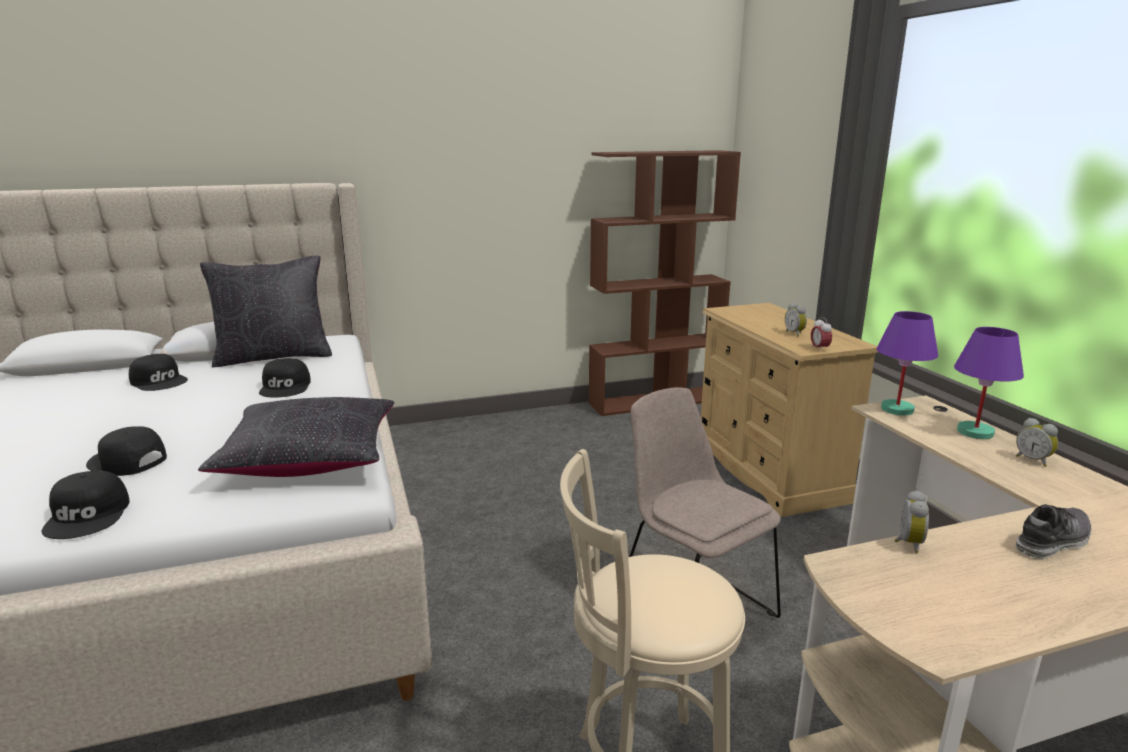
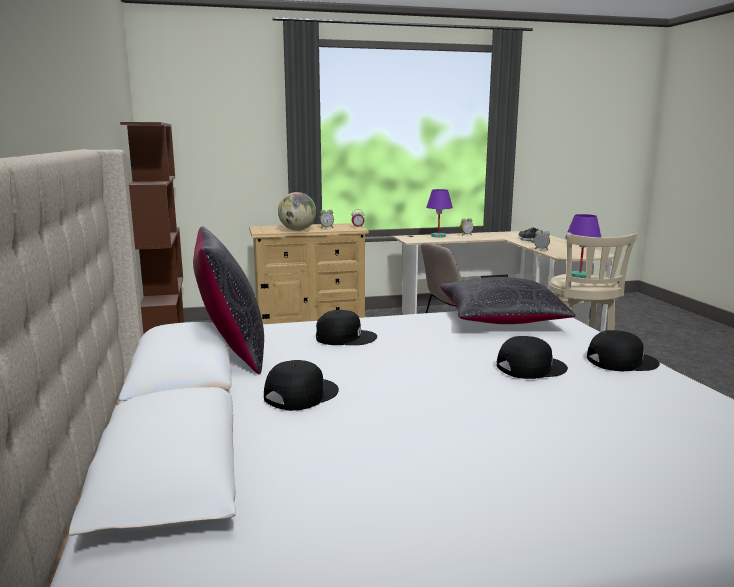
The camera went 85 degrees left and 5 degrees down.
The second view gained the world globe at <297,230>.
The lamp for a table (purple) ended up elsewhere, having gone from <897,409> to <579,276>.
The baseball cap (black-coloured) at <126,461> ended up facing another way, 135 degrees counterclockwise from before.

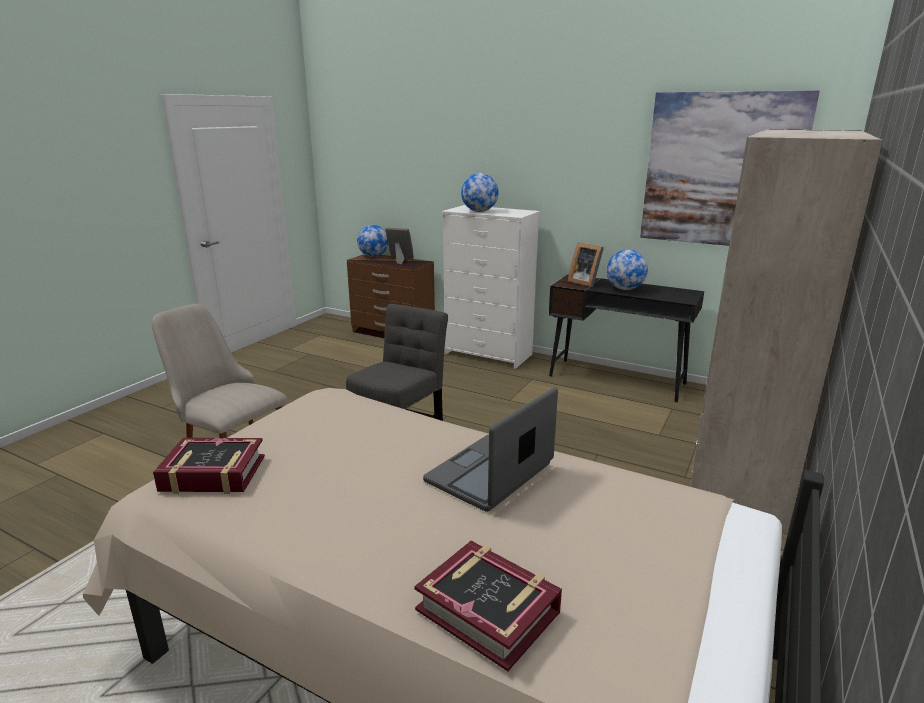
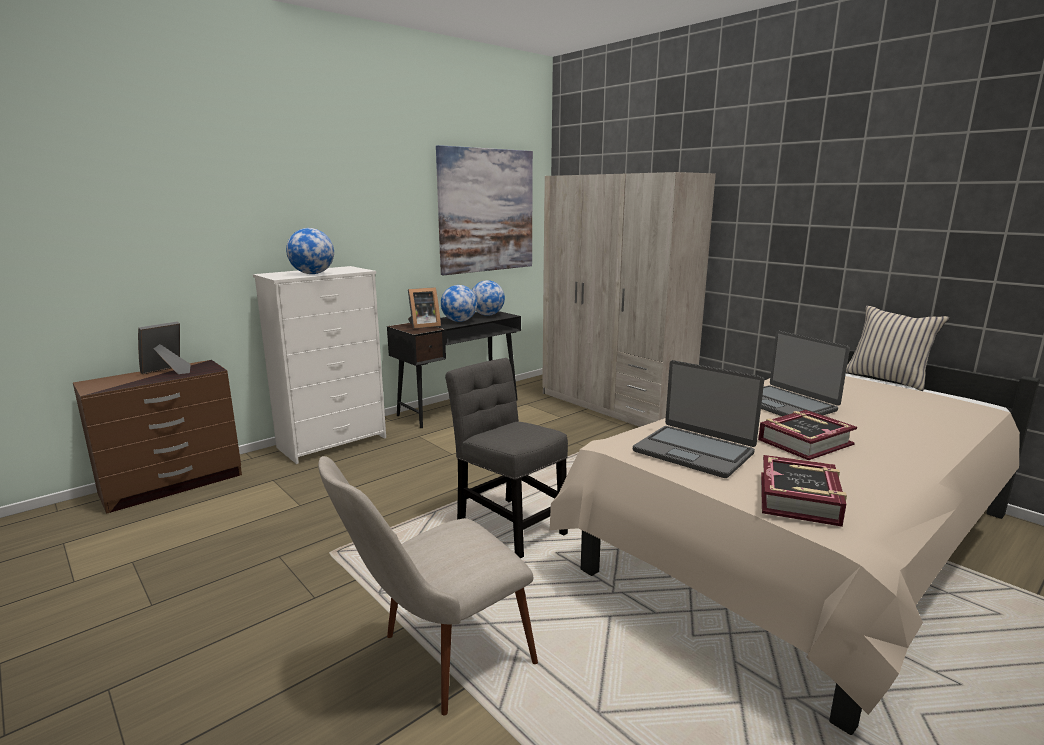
The camera went 70 degrees left and 5 degrees down.
The second view gained the portable computer at <694,452>.
The second view gained the pillow (sand-coloured) at <887,379>.
The world globe ended up elsewhere, having gone from <373,256> to <487,315>.
The volume ended up elsewhere, having gone from <488,610> to <804,442>.

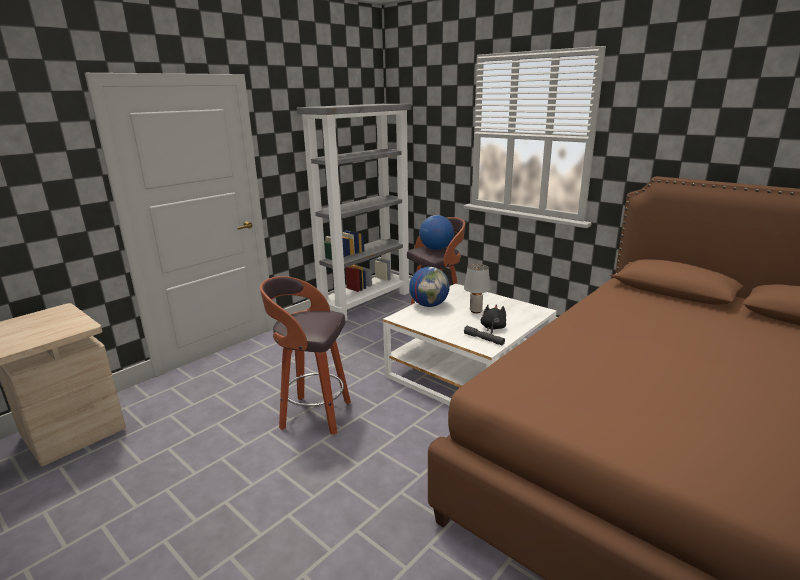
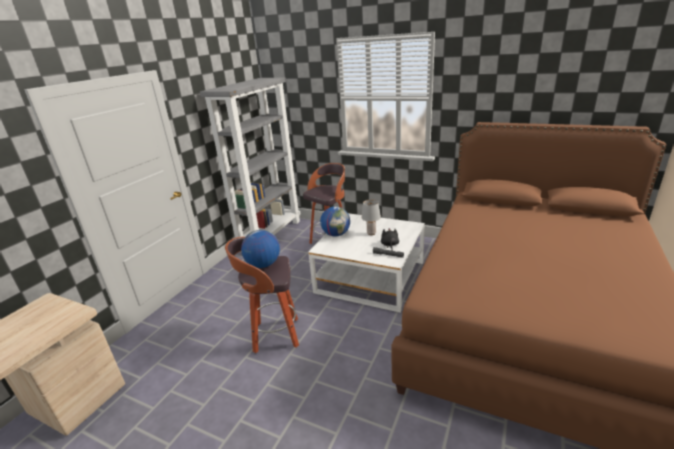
The camera went 15 degrees left and 5 degrees up.
The world globe ended up elsewhere, having gone from <436,249> to <263,264>.

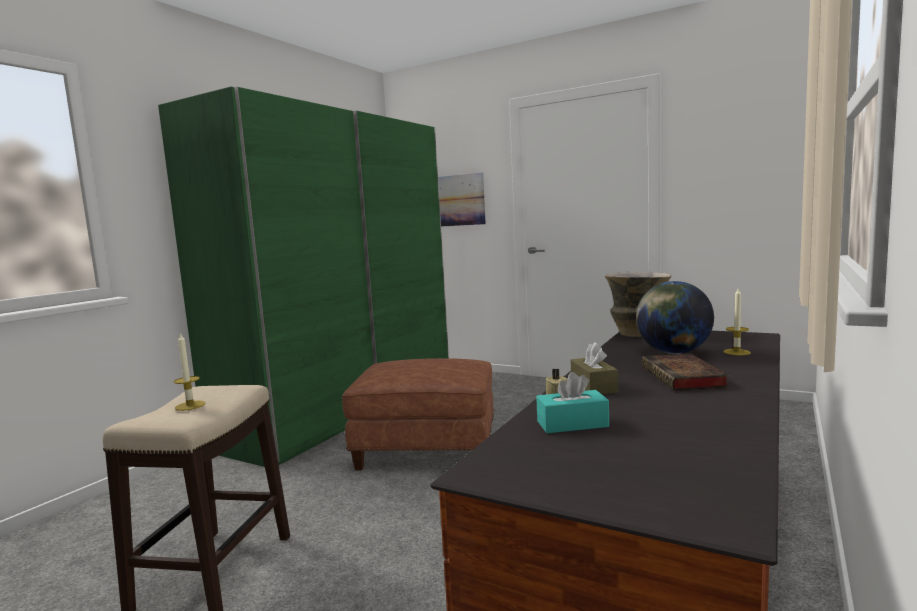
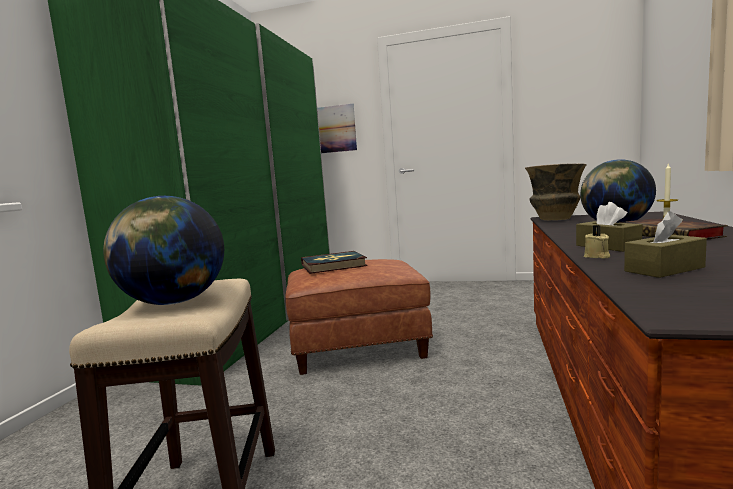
The camera went 15 degrees left and 0 degrees up.
The second view gained the volume at <333,265>.
Where the wax light stood at <190,405>, the world globe came to stand at <173,302>.
What was the tissue holder (turquoise) at <572,424> turned into the tissue holder (brown-coloured) at <664,269>.

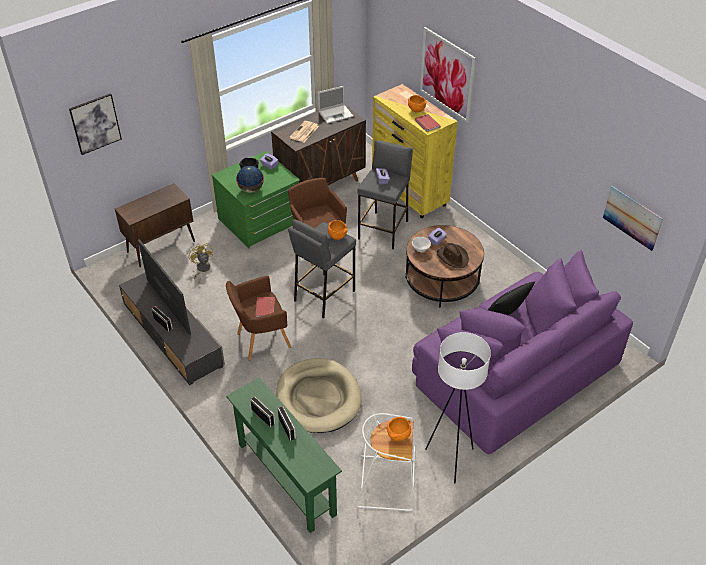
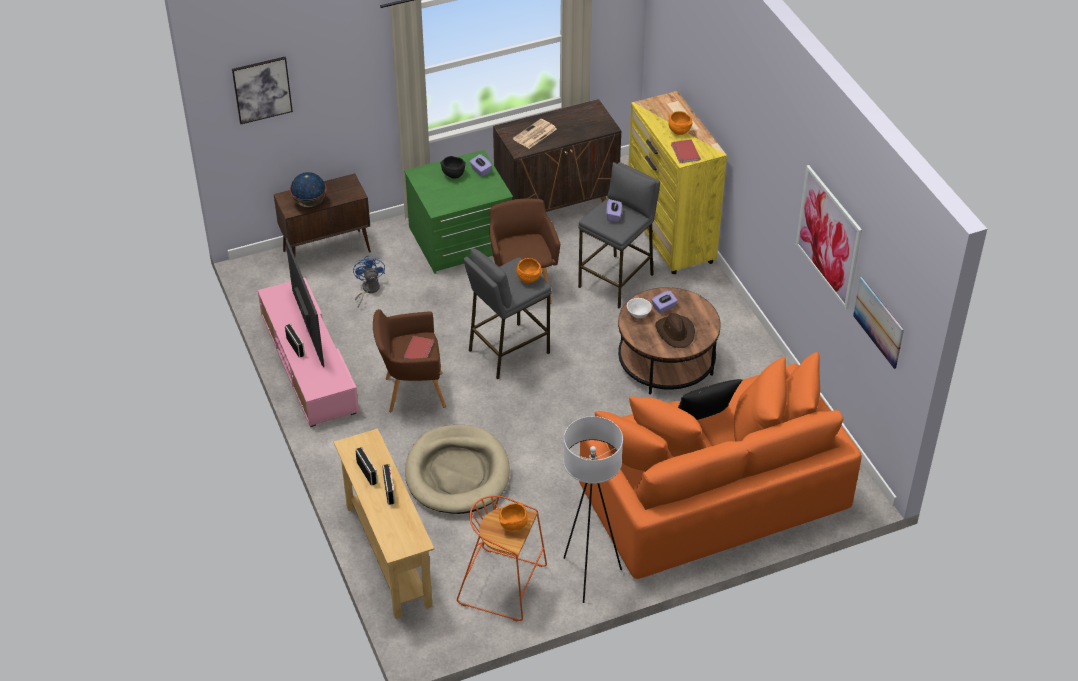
The camera went 15 degrees right and 0 degrees up.
The second view lost the portable computer at <336,114>.
The world globe ended up elsewhere, having gone from <251,189> to <309,202>.
The wall picture ended up elsewhere, having gone from <447,74> to <828,236>.
What was the tv unit (greyish) at <173,334> turned into the tv unit (pink) at <309,363>.
What was the electric fan (yellow) at <202,269> turned into the electric fan (blue-coloured) at <368,290>.
What was the hall table (green-coloured) at <286,479> turned into the hall table (sand-coloured) at <387,555>.
What was the stool seat (white-coloured) at <387,482> turned into the stool seat (orange-coloured) at <504,585>.
What was the couch (purple) at <513,372> turned into the couch (orange-coloured) at <710,492>.

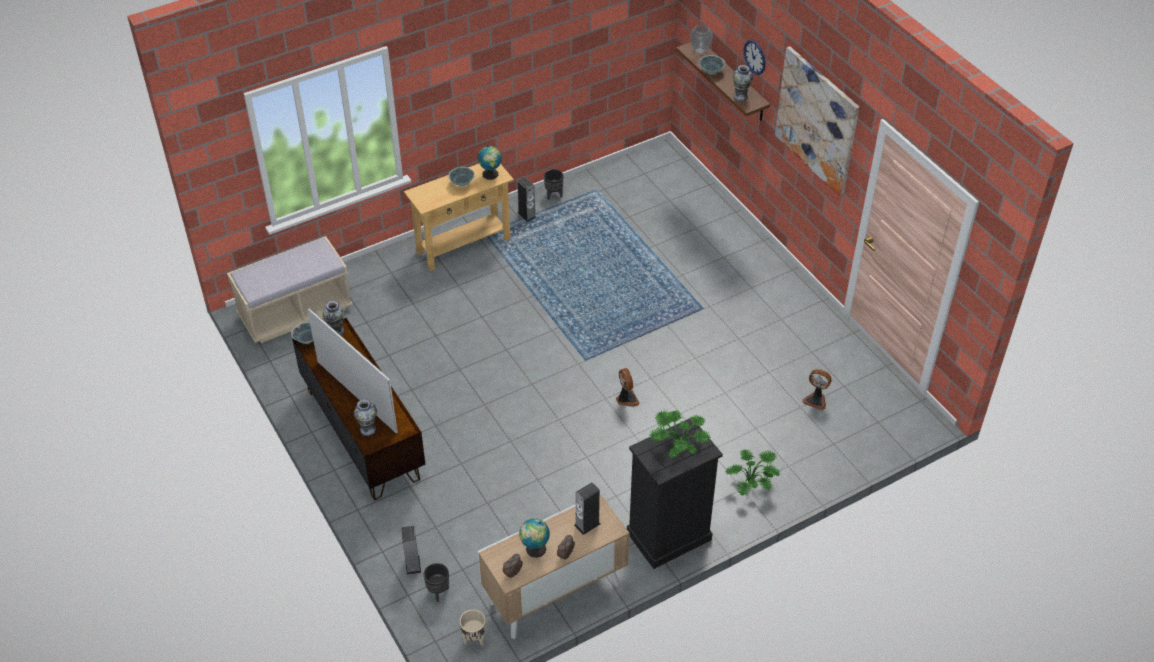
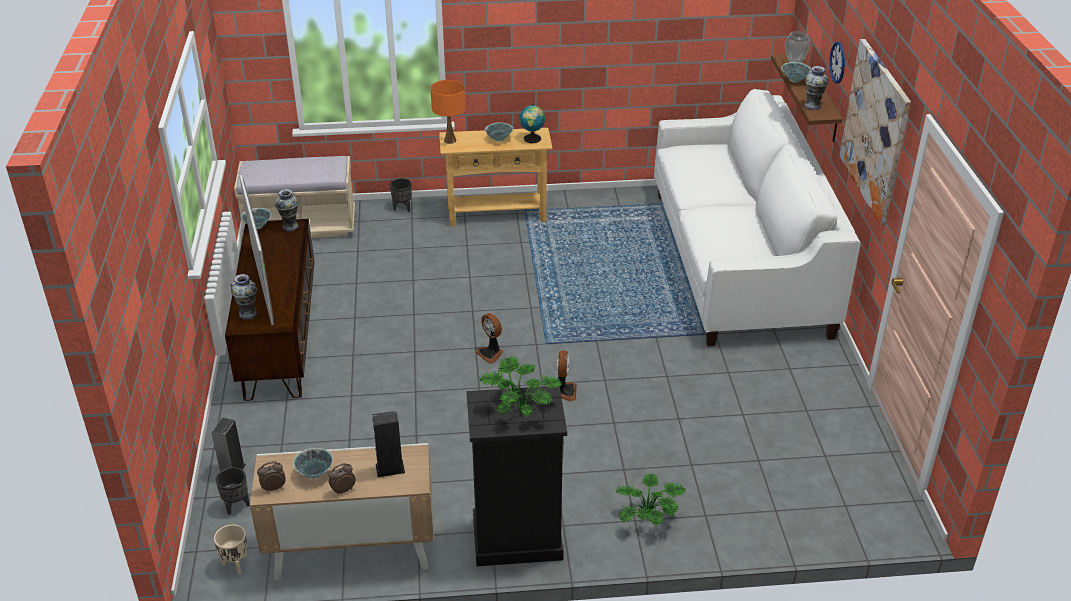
The camera went 25 degrees right and 10 degrees down.
The second view lost the loudspeaker at <526,215>.
The second view gained the lamp for a table (orange-coloured) at <450,140>.
The second view gained the couch (white-coloured) at <738,260>.
The flower pot (black-coloured) ended up elsewhere, having gone from <554,195> to <402,208>.
The electric fan ended up elsewhere, having gone from <816,400> to <491,353>.
Where the world globe stood at <534,550>, the deep dish came to stand at <315,473>.

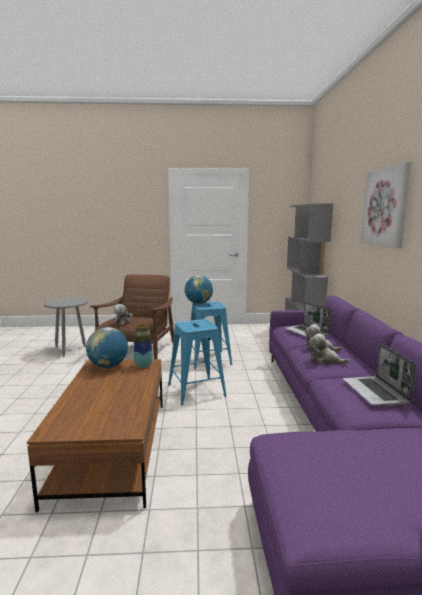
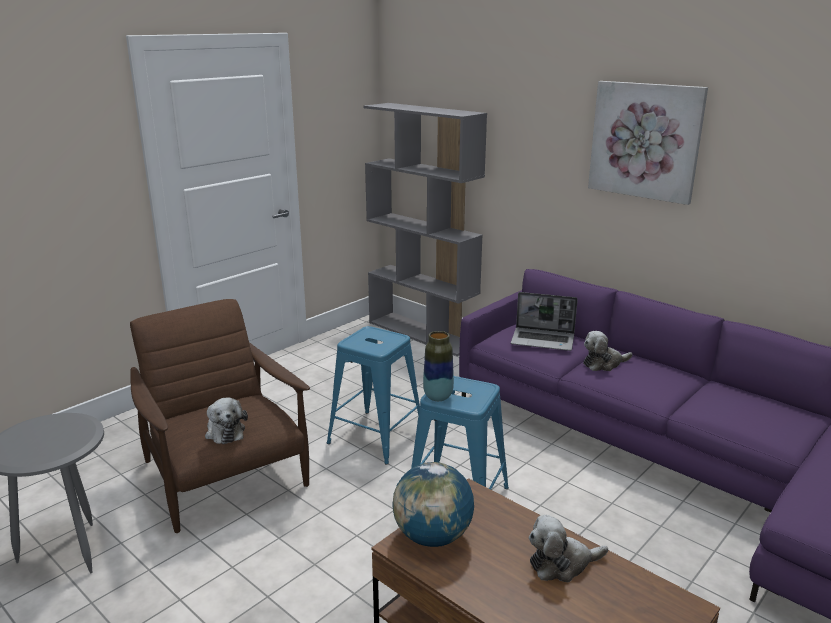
The camera went 45 degrees left and 10 degrees up.
The second view lost the world globe at <198,303>.
The second view lost the portable computer at <376,392>.
The vase ended up elsewhere, having gone from <143,365> to <438,397>.
The plush toy ended up elsewhere, having gone from <325,360> to <562,564>.

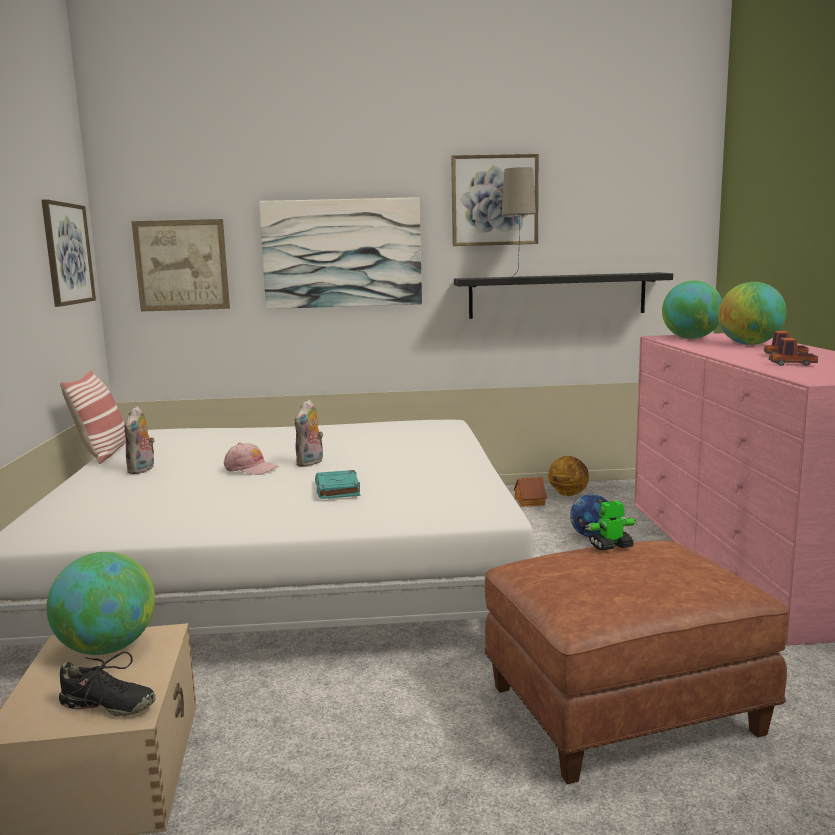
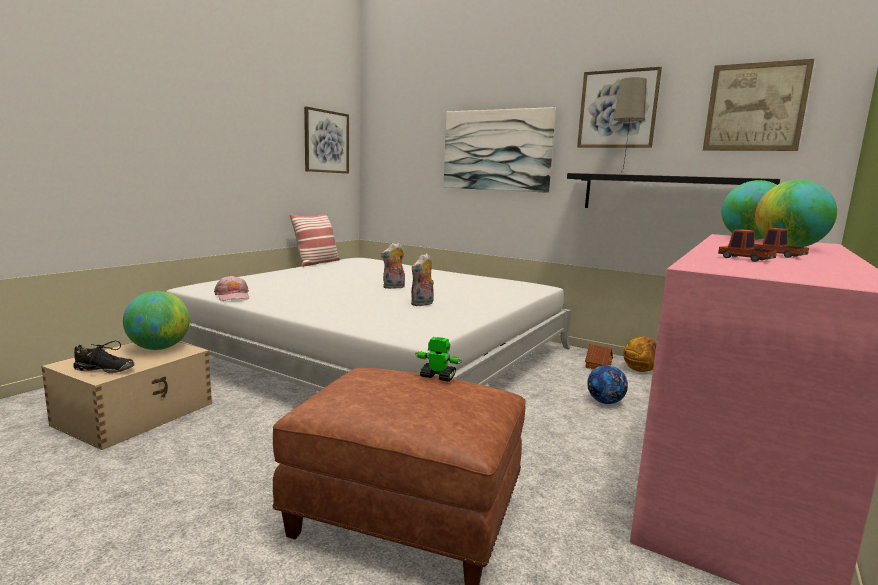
The camera went 35 degrees right and 0 degrees up.
The second view lost the volume (turquoise) at <338,489>.
The plush toy ended up elsewhere, having gone from <142,470> to <422,304>.
The wall picture ended up elsewhere, having gone from <182,265> to <755,107>.
The baseball cap (pink) ended up elsewhere, having gone from <250,468> to <233,296>.
The low shoe (black-coloured) at <107,706> ended up facing another way, 45 degrees counterclockwise from before.

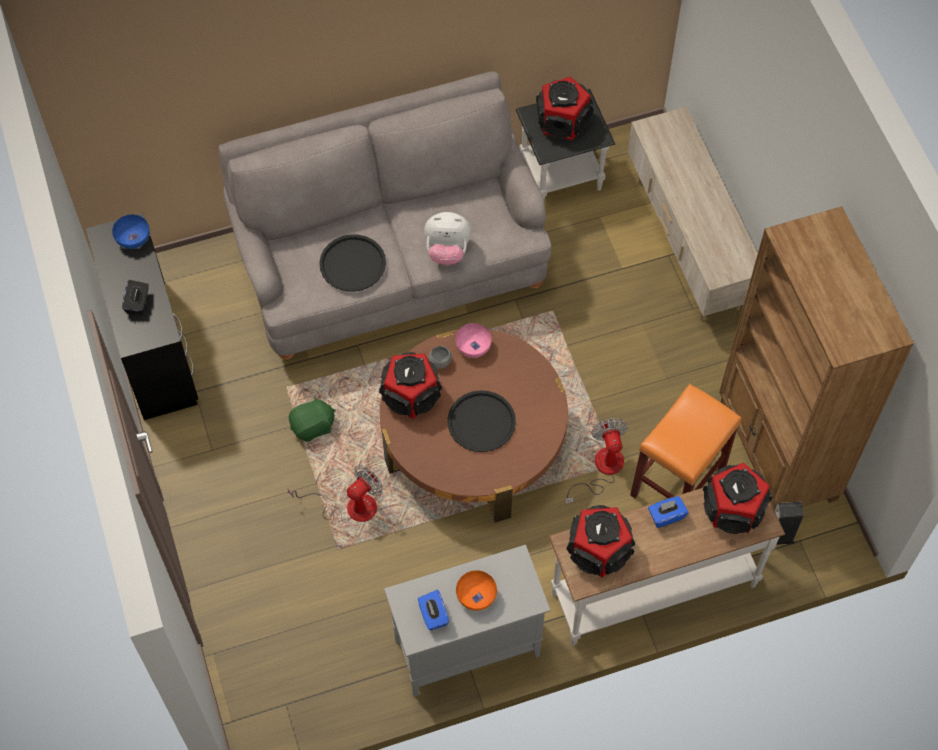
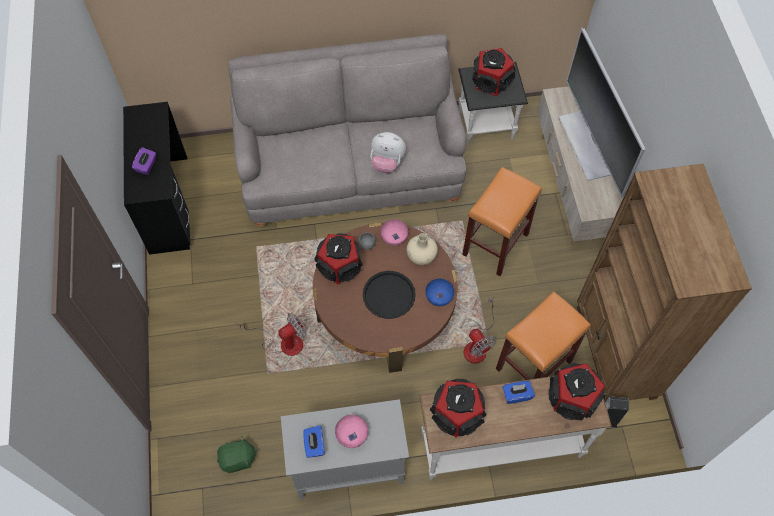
The camera went 10 degrees right and 0 degrees up.
The second view lost the serving tray (black-coloured) at <353,264>.
The second view gained the vase (sand-coloured) at <421,256>.
The second view gained the stool seat (orange-coloured) at <495,243>.
The second view gained the TV at <586,145>.
The deep dish (blue-coloured) ended up elsewhere, having gone from <133,238> to <438,297>.
The plush toy (green-coloured) ended up elsewhere, having gone from <313,426> to <238,459>.
What was the tissue holder (black-coloured) at <138,303> turned into the tissue holder (purple) at <146,166>.
What was the deep dish (orange-coloured) at <476,595> turned into the deep dish (pink) at <352,434>.
The electric fan at <601,469> ended up facing another way, 150 degrees clockwise from before.

